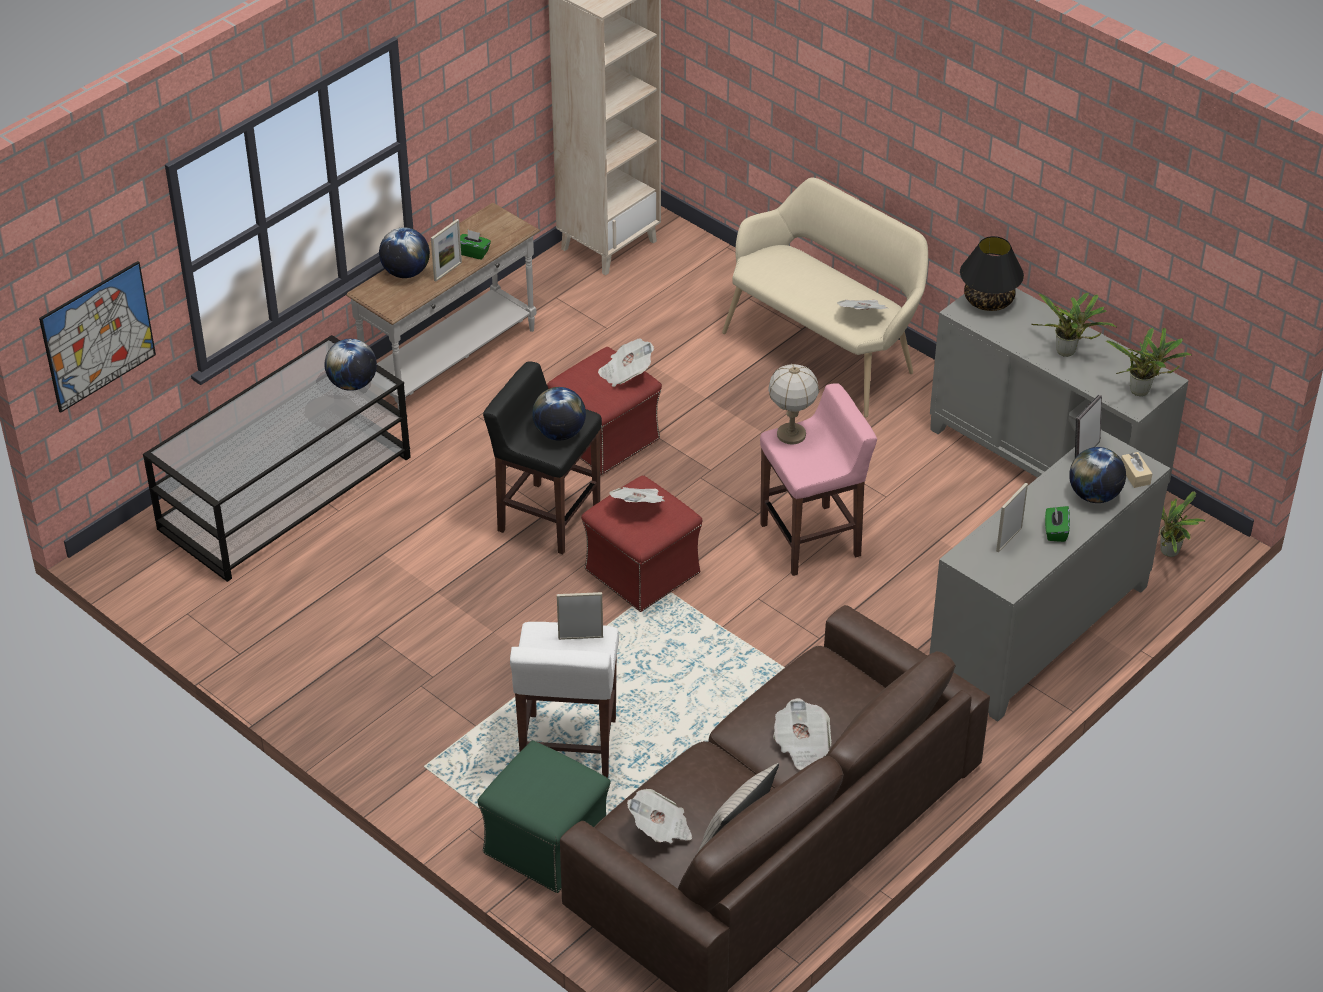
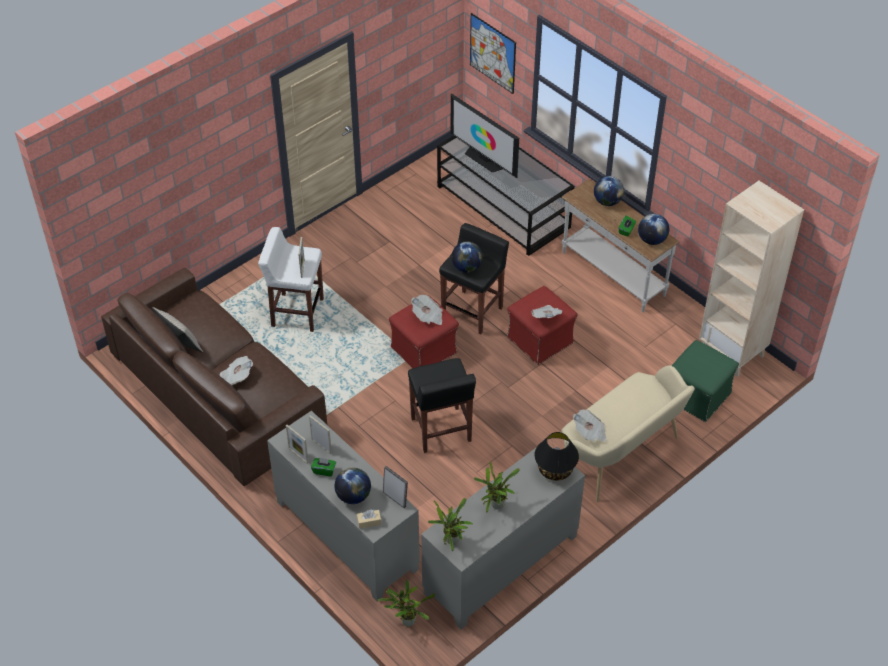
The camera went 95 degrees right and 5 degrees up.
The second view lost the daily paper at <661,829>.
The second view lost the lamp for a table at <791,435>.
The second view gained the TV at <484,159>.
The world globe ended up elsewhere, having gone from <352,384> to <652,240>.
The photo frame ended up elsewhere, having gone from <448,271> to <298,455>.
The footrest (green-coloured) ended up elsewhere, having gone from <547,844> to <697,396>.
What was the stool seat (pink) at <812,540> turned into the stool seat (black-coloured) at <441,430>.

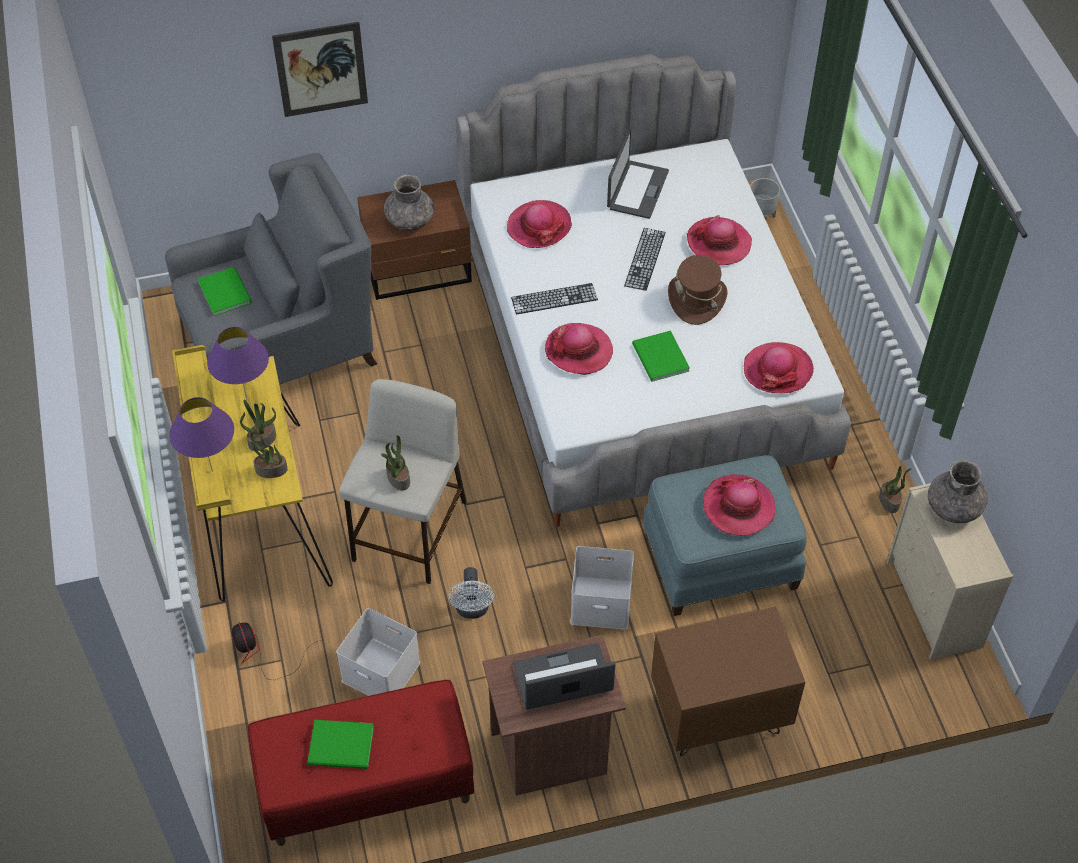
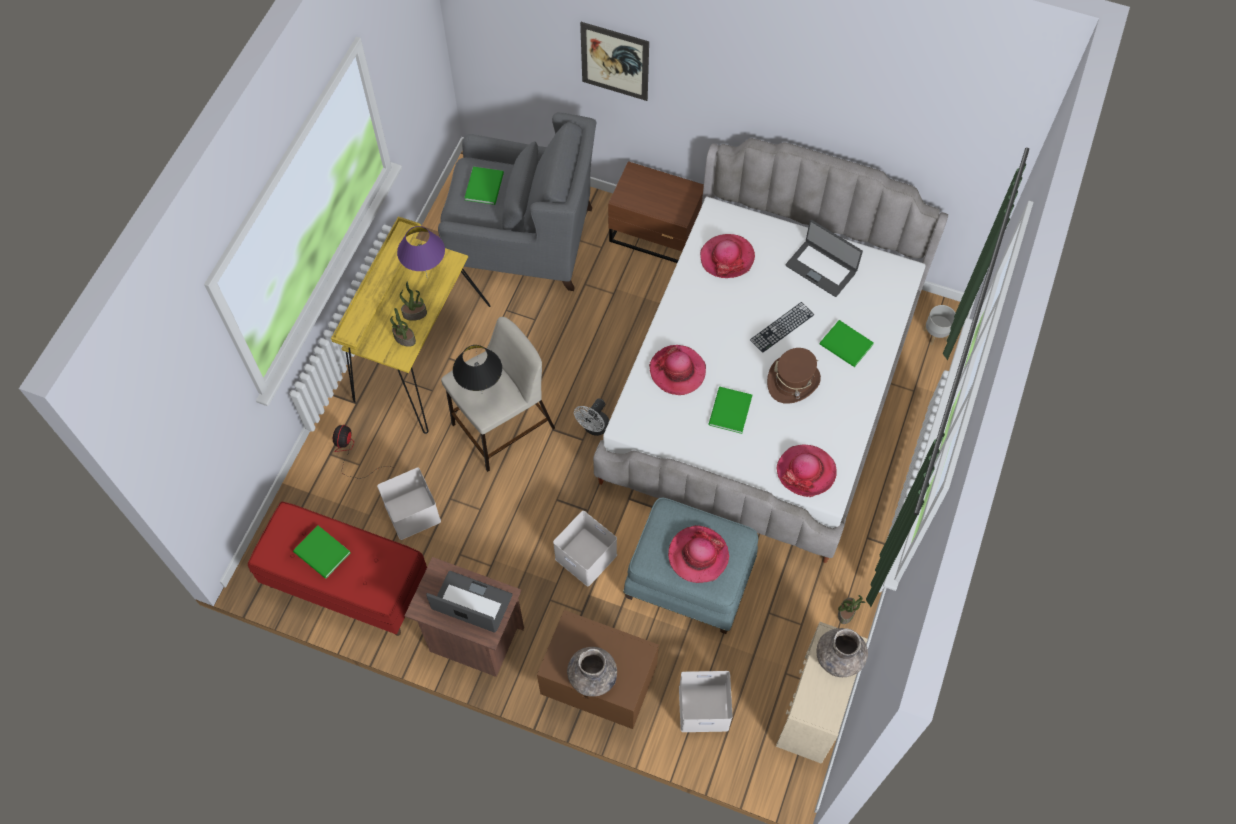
The camera went 35 degrees right and 10 degrees up.
The second view lost the lamp for a table (purple) at <212,471>.
The second view lost the PC keyboard at <554,299>.
The second view gained the storage bin (white-coloured) at <702,709>.
The vase (greyish) ended up elsewhere, having gone from <410,220> to <592,676>.
The electric fan (white-coloured) ended up elsewhere, having gone from <472,610> to <594,428>.
Where the plant in a pot stood at <397,478>, the lamp for a table (black-coloured) came to stand at <481,393>.
Where the hat stood at <718,243>, the volume (green-coloured) came to stand at <846,346>.
The portable computer at <636,190> ended up facing another way, 75 degrees clockwise from before.

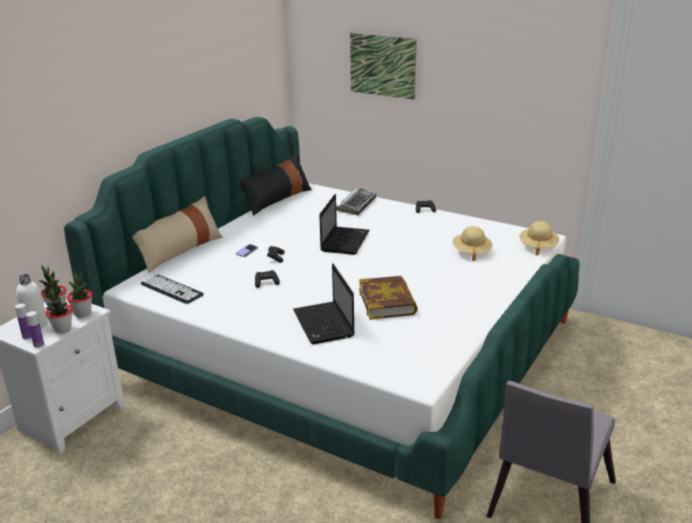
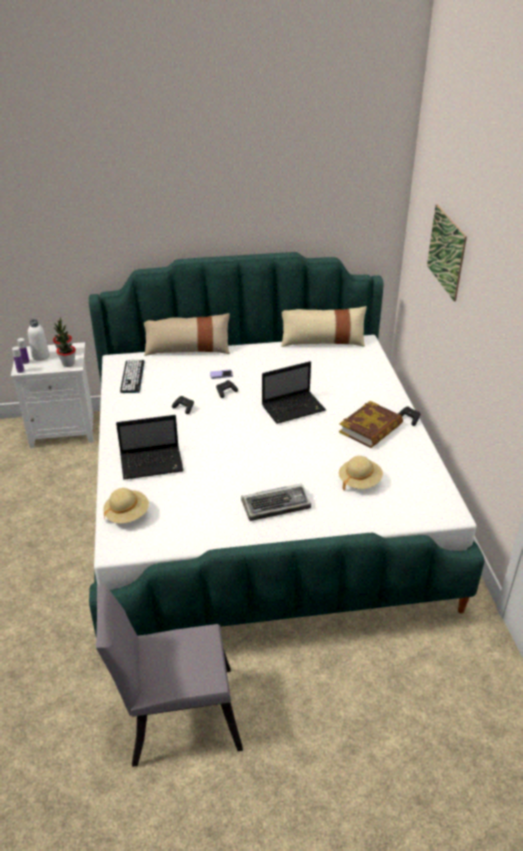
The camera went 50 degrees right and 10 degrees up.
The second view lost the plant in a pot at <62,329>.
The PC keyboard ended up elsewhere, having gone from <356,205> to <276,505>.
The volume ended up elsewhere, having gone from <387,302> to <371,429>.
The hat (sand-coloured) ended up elsewhere, having gone from <538,247> to <127,514>.
What was the pillow (black-coloured) at <276,200> turned into the pillow (sand-coloured) at <322,341>.
The portable computer at <324,324> ended up facing another way, 135 degrees counterclockwise from before.

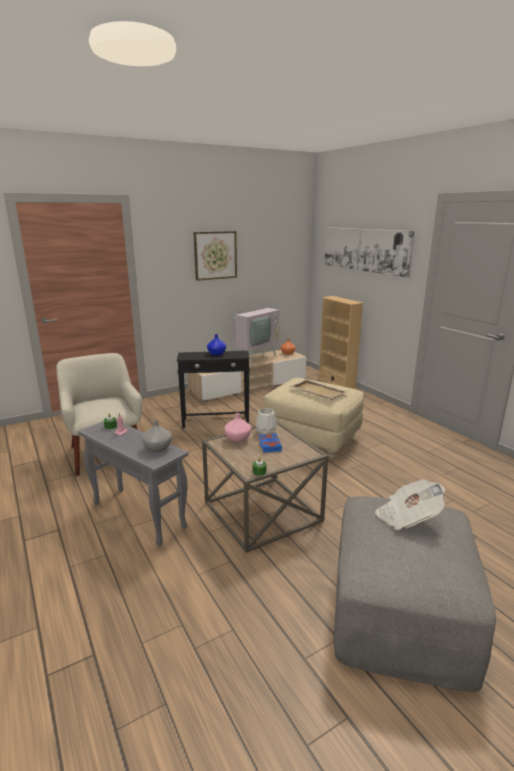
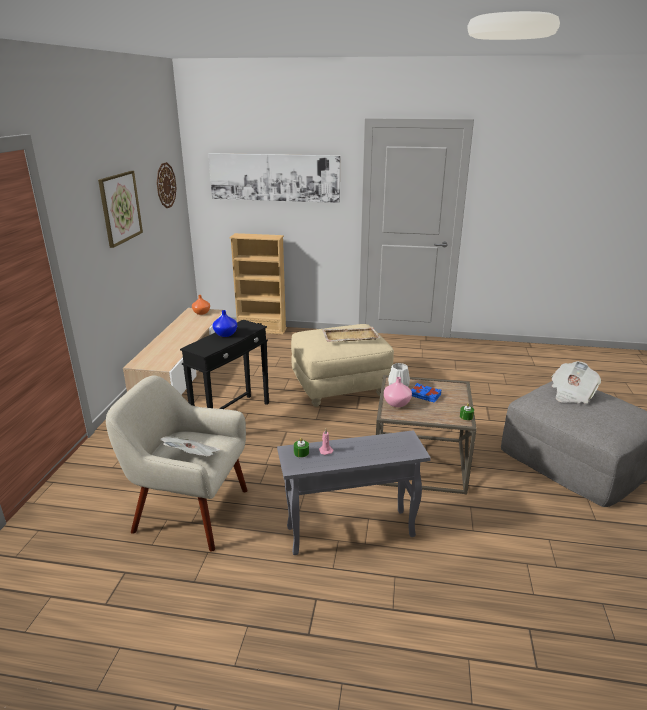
The camera went 50 degrees left and 5 degrees up.
The second view lost the vase (greyish) at <157,448>.
The second view lost the TV at <255,358>.
The second view gained the hanging clock at <165,185>.
The second view gained the daily paper at <193,458>.

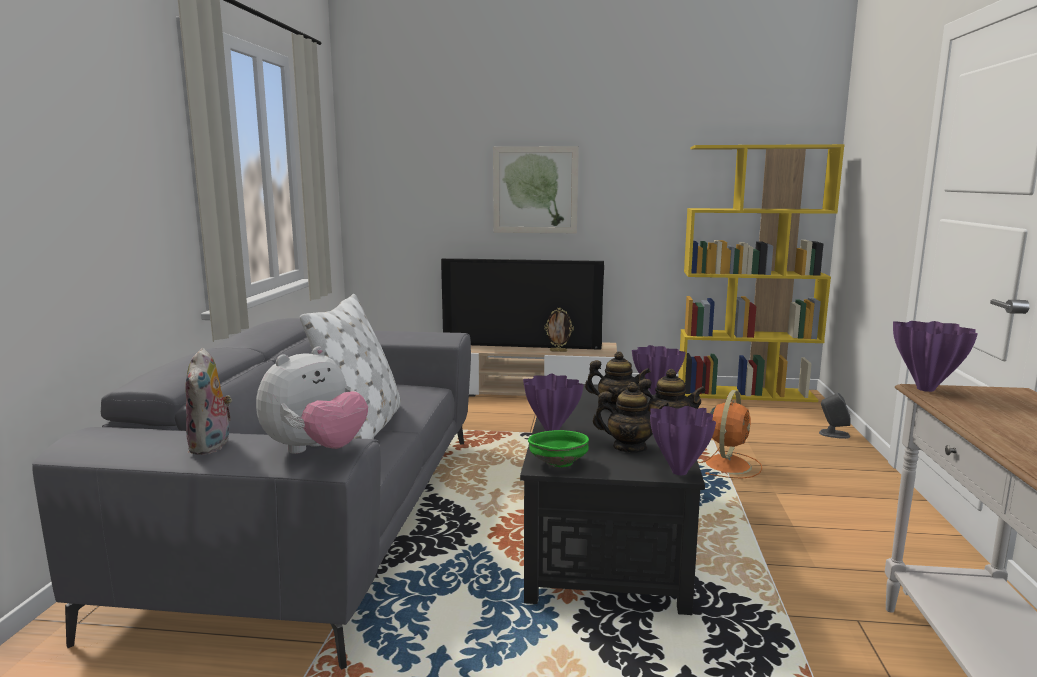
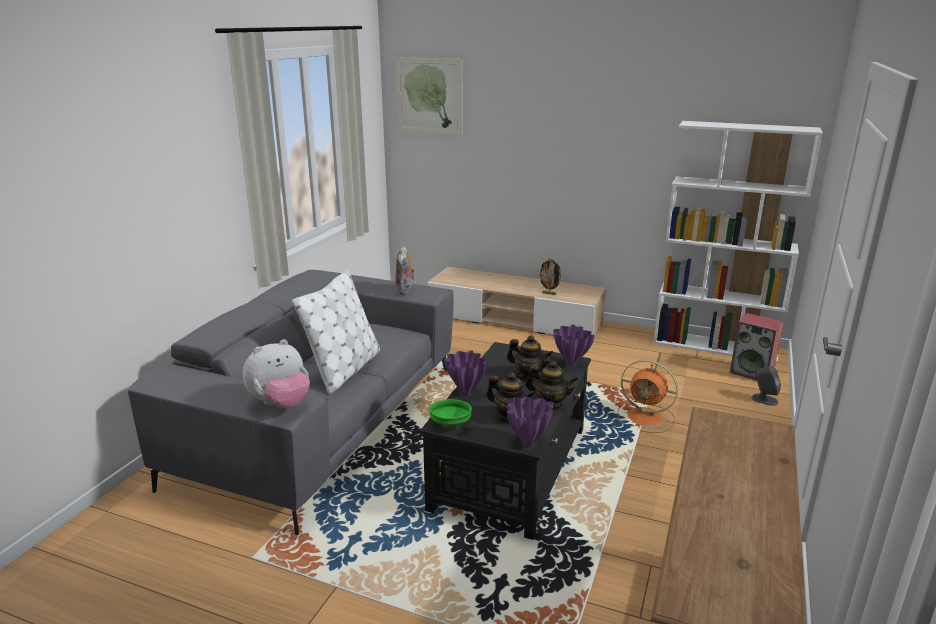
The camera went 15 degrees right and 10 degrees up.
The second view lost the TV at <523,344>.
The second view lost the vase (purple) at <927,389>.
The second view gained the loudspeaker at <752,372>.
The plush toy ended up elsewhere, having gone from <212,446> to <405,290>.
The wall picture ended up elsewhere, having gone from <535,190> to <429,96>.
What was the bookshelf (yellow) at <746,394> turned into the bookshelf (white-coloured) at <715,346>.
The electric fan (orange-coloured) at <727,464> ended up facing another way, 75 degrees clockwise from before.

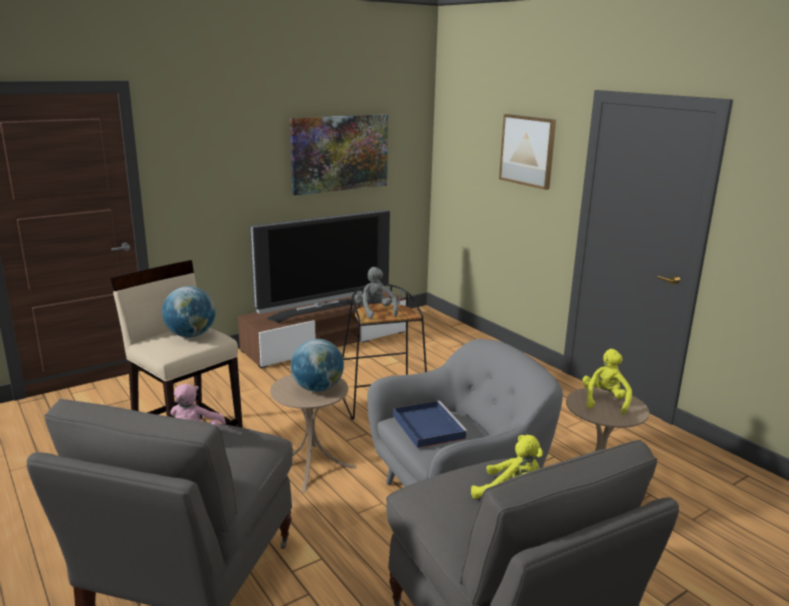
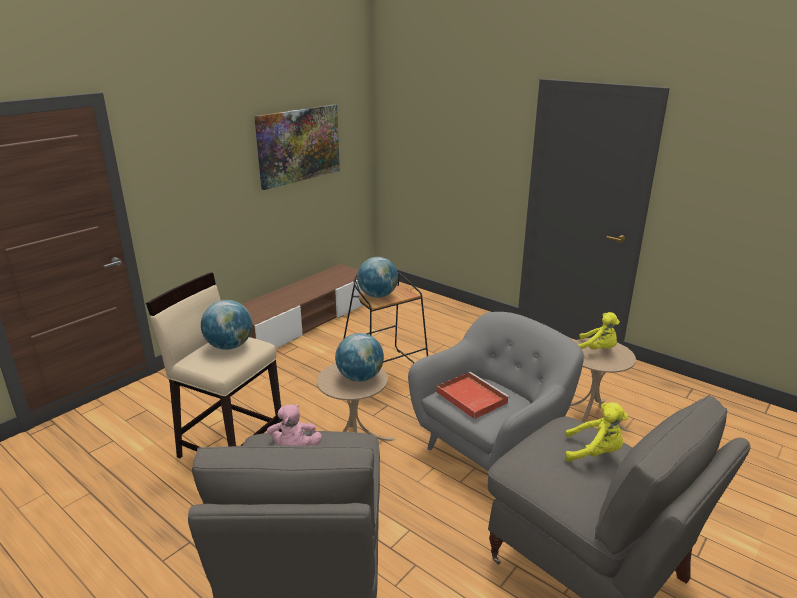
The camera went 15 degrees left and 5 degrees up.
The second view lost the TV at <321,309>.
The second view lost the wall picture at <527,151>.
Where the plush toy (greyish) stood at <375,311>, the world globe came to stand at <378,295>.
What was the serving tray (blue-coloured) at <427,426> turned into the serving tray (red) at <470,397>.
The plush toy (yellow) at <605,401> ended up facing another way, 120 degrees clockwise from before.

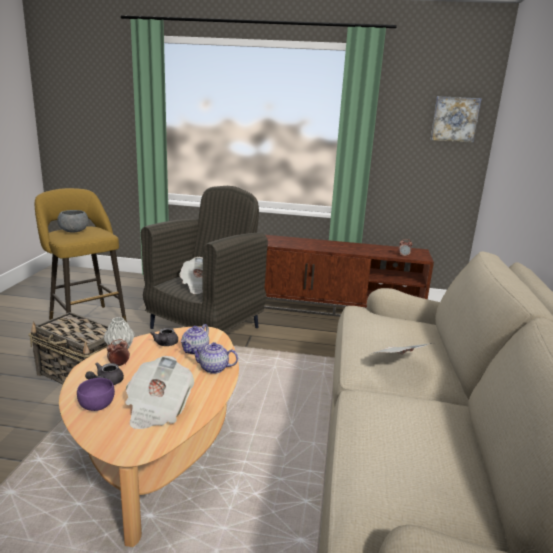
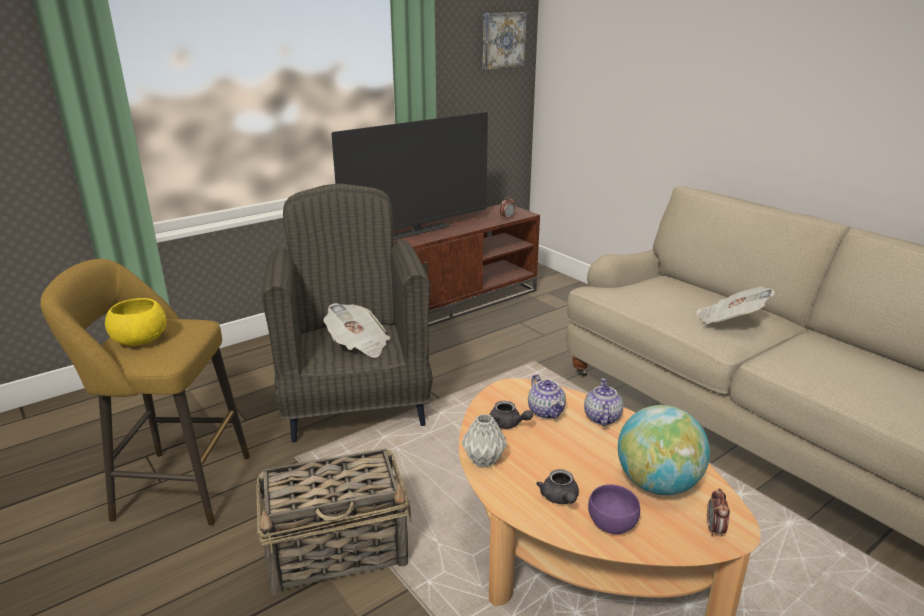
The camera went 45 degrees left and 5 degrees up.
The second view gained the TV at <417,232>.
The bedside clock ended up elsewhere, having gone from <118,365> to <715,530>.
Where the daily paper stood at <157,409>, the world globe came to stand at <657,484>.
What was the deep dish (greyish) at <74,231> turned into the deep dish (yellow) at <140,340>.
The teapot at <213,368> ended up facing another way, 135 degrees clockwise from before.

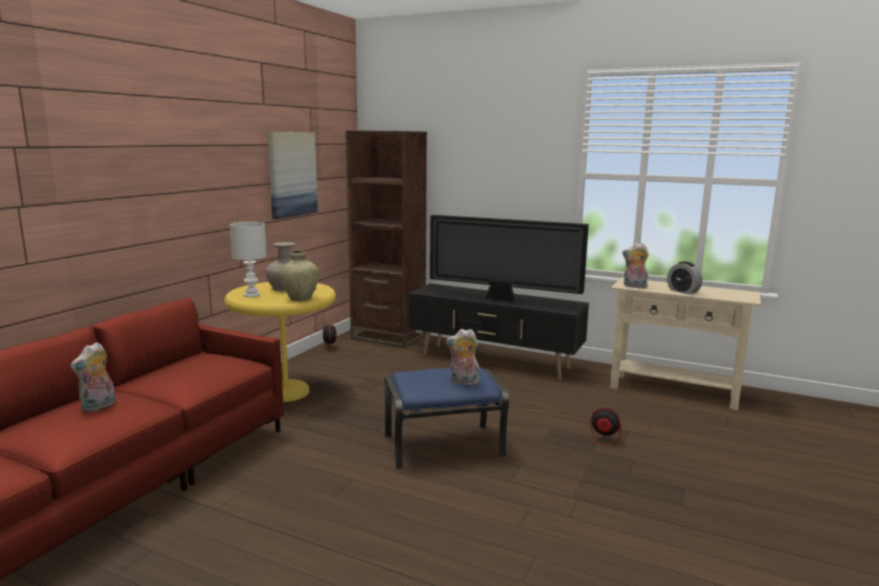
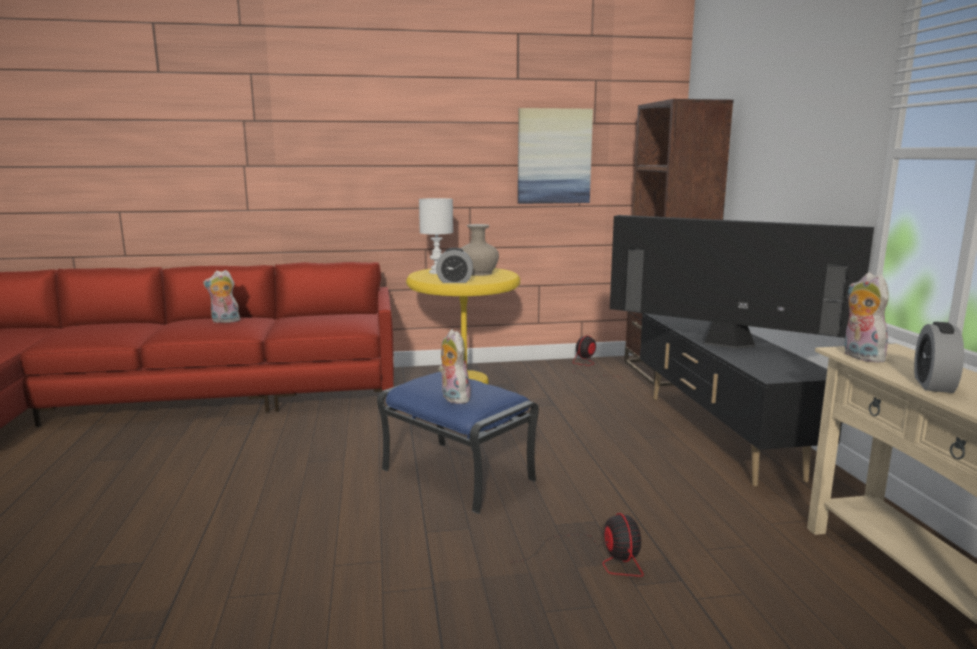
The camera went 55 degrees right and 0 degrees up.
Where the vase (sand-coloured) stood at <300,299>, the bedside clock came to stand at <454,281>.
The TV at <503,300> ended up facing another way, 135 degrees clockwise from before.

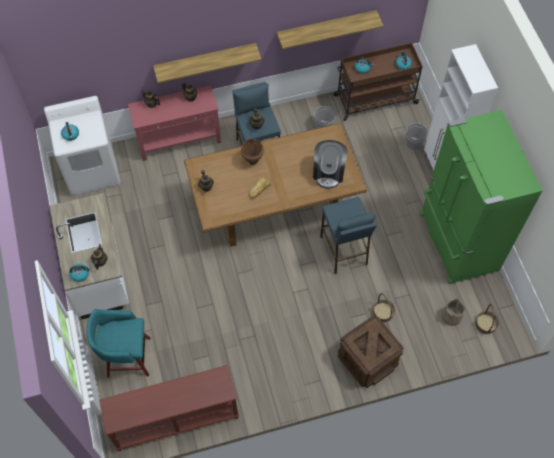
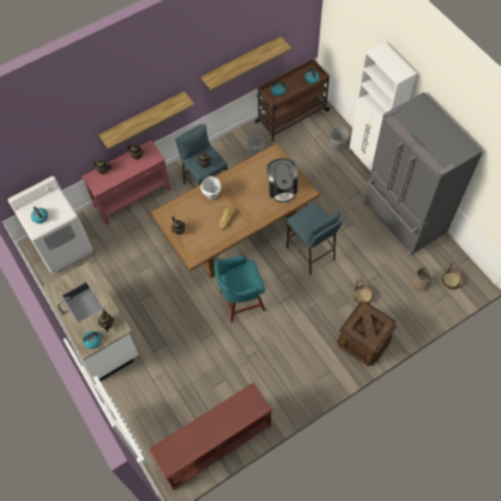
The camera went 15 degrees left and 0 degrees up.
The stool seat (turquoise) ended up elsewhere, having gone from <127,357> to <240,301>.
What was the saucepot (brown-coloured) at <252,161> turned into the saucepot (white-coloured) at <212,196>.
What was the kitchen fridge (green-coloured) at <456,242> turned into the kitchen fridge (greyish) at <402,219>.

